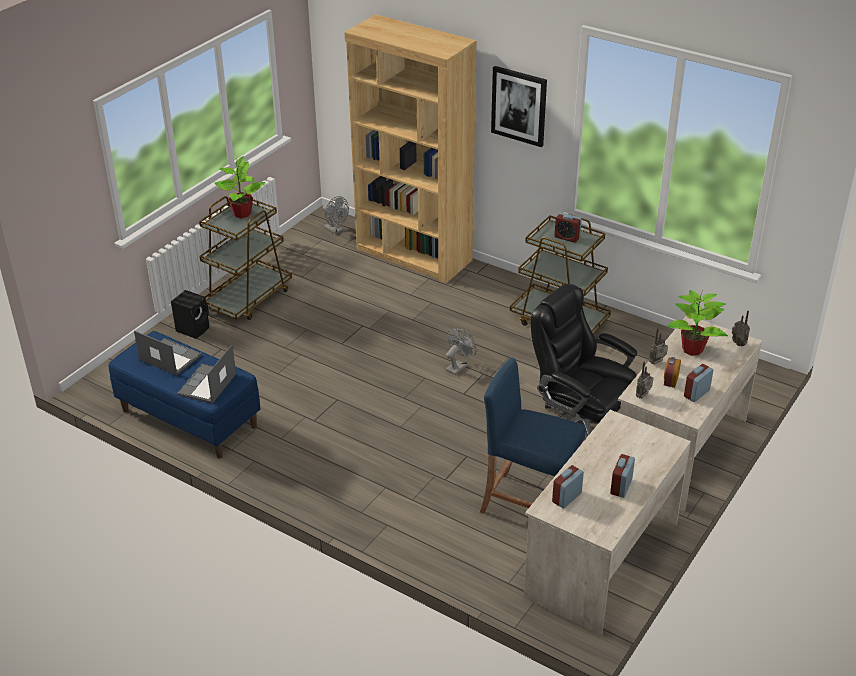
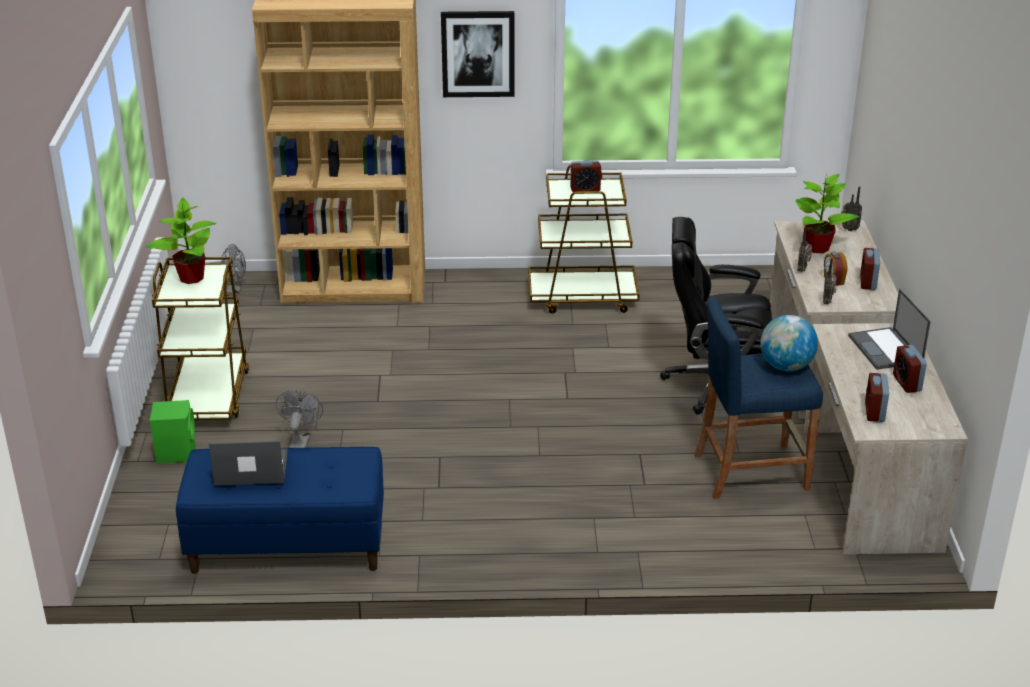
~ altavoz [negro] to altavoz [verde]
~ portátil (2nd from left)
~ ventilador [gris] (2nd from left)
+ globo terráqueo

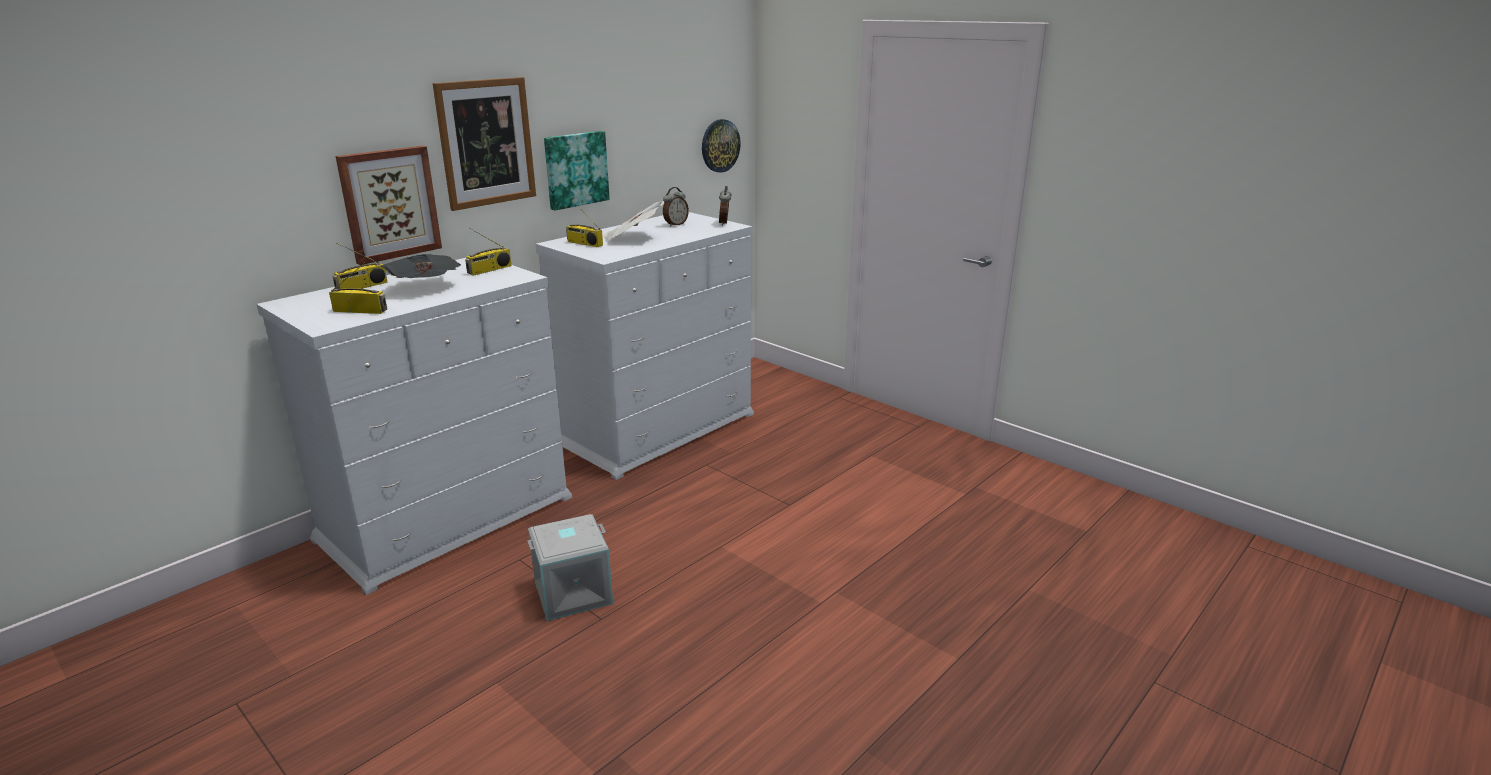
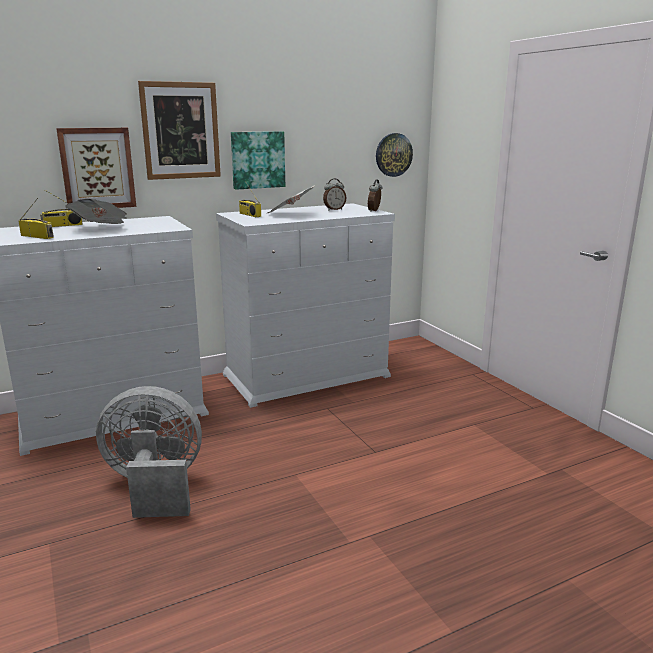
- radio (3rd from left)
~ caja de almacenaje [gris] to ventilador [gris]

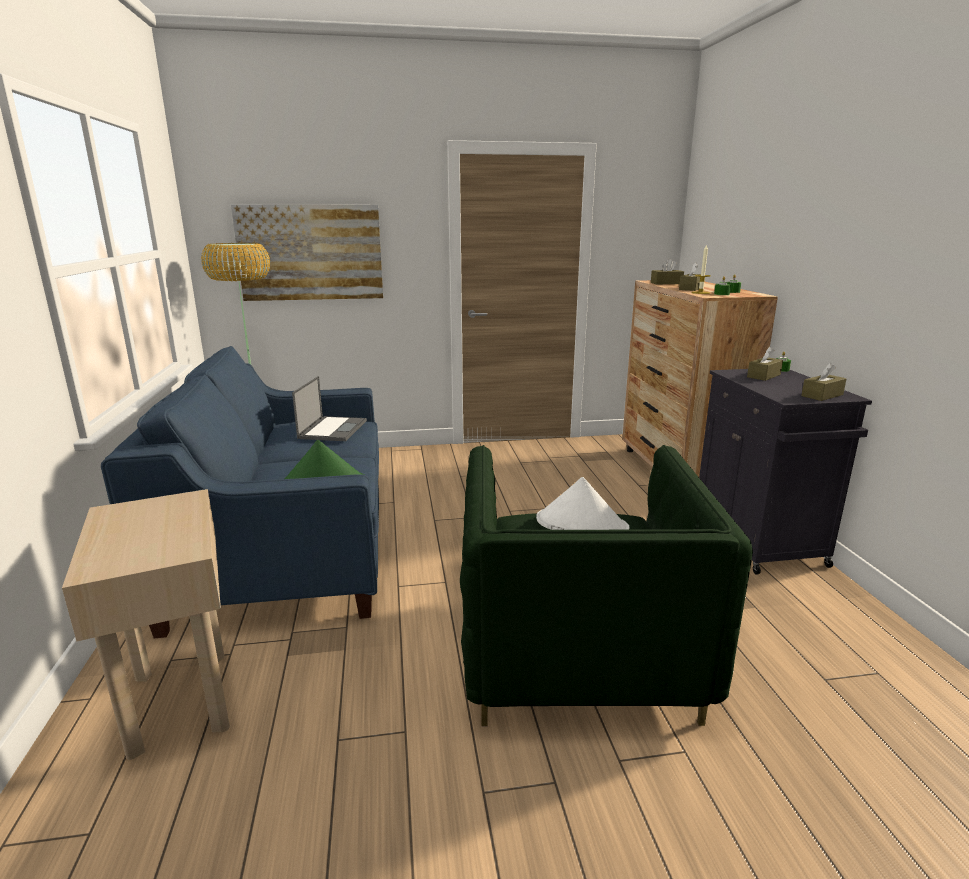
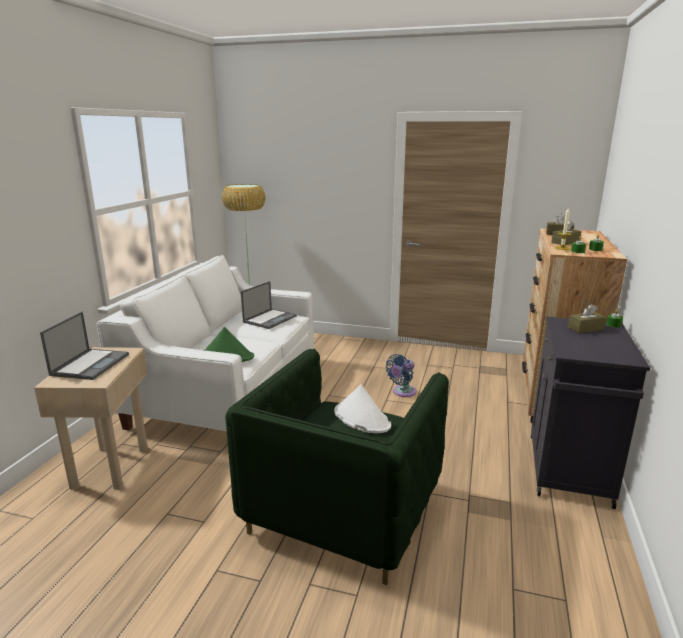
~ sofá [azul] to sofá [blanco]
- cuadro
- caja de pañuelos [marrón] (4th from left)
+ portátil (1st from left)
+ ventilador [azul]

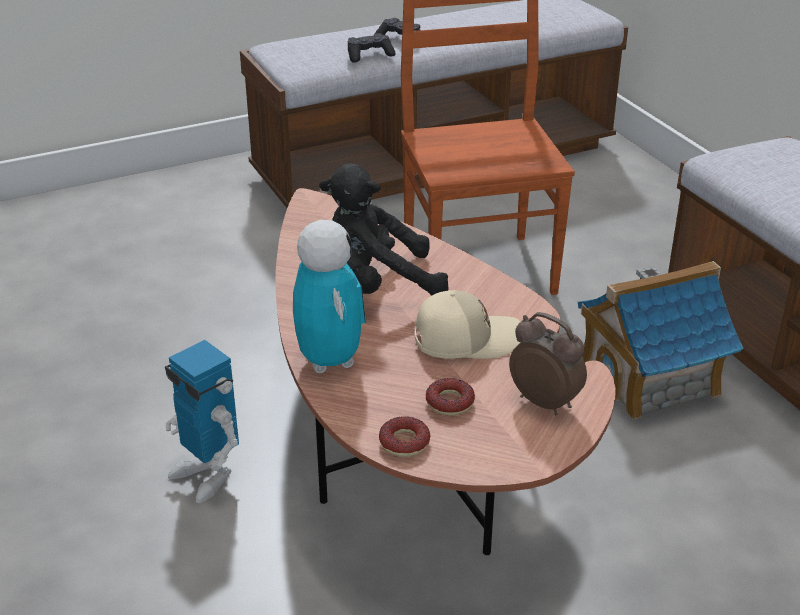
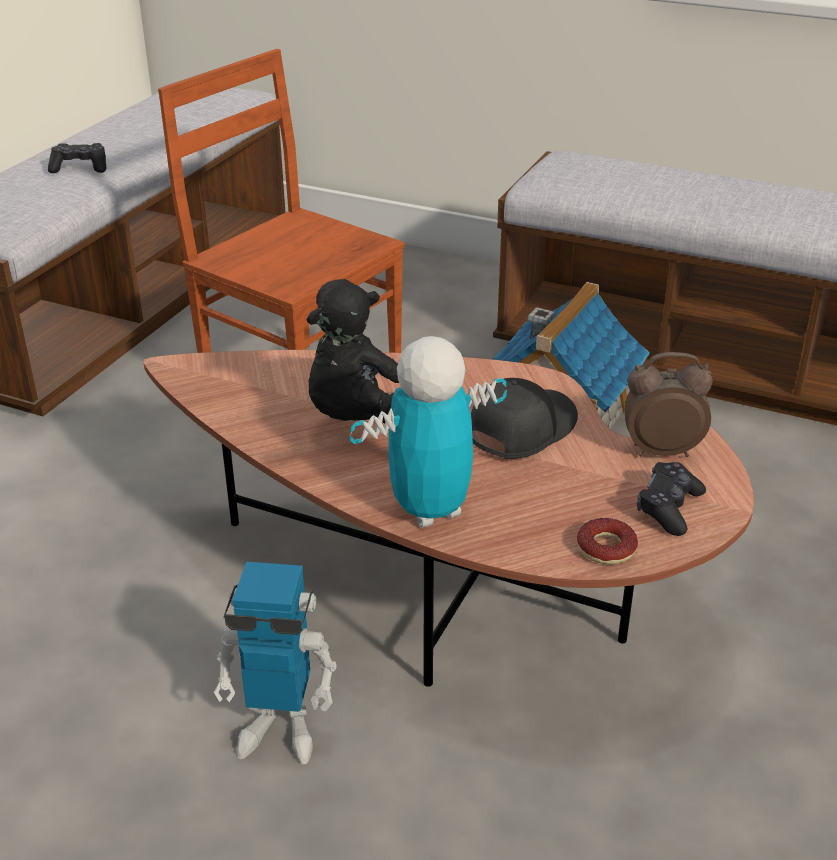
~ robot de juguete (2nd from left) 60 degrees counterclockwise
~ mando de consola [negro] (1st from left in the first image) to mando de consola [negro] (2nd from left)
~ gorra [beis] to gorra [negro]
- rosquilla (2nd from left)

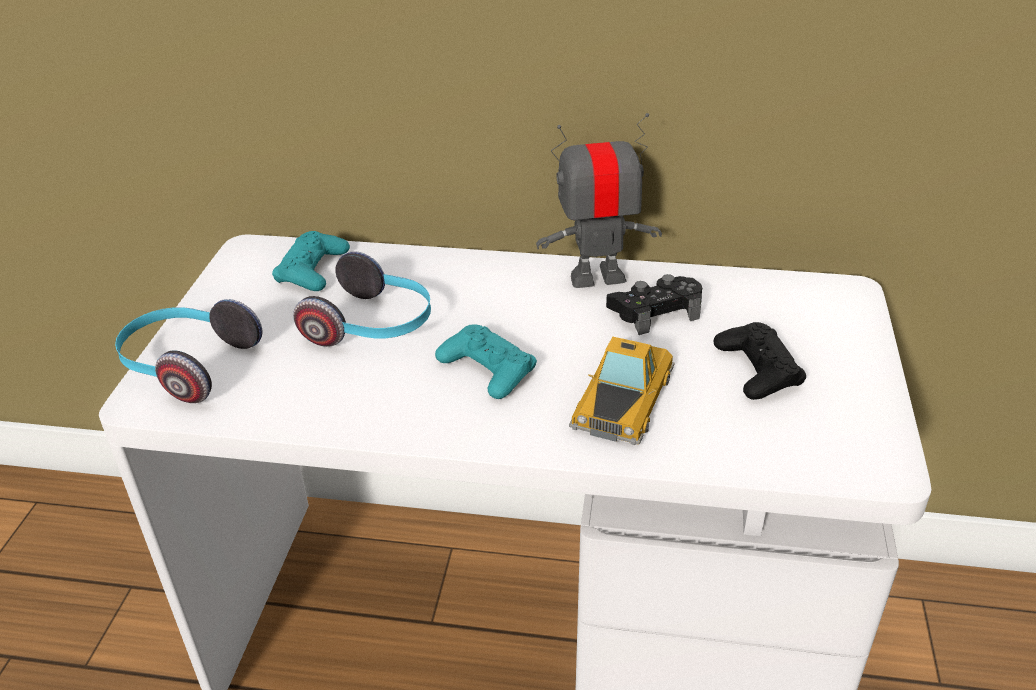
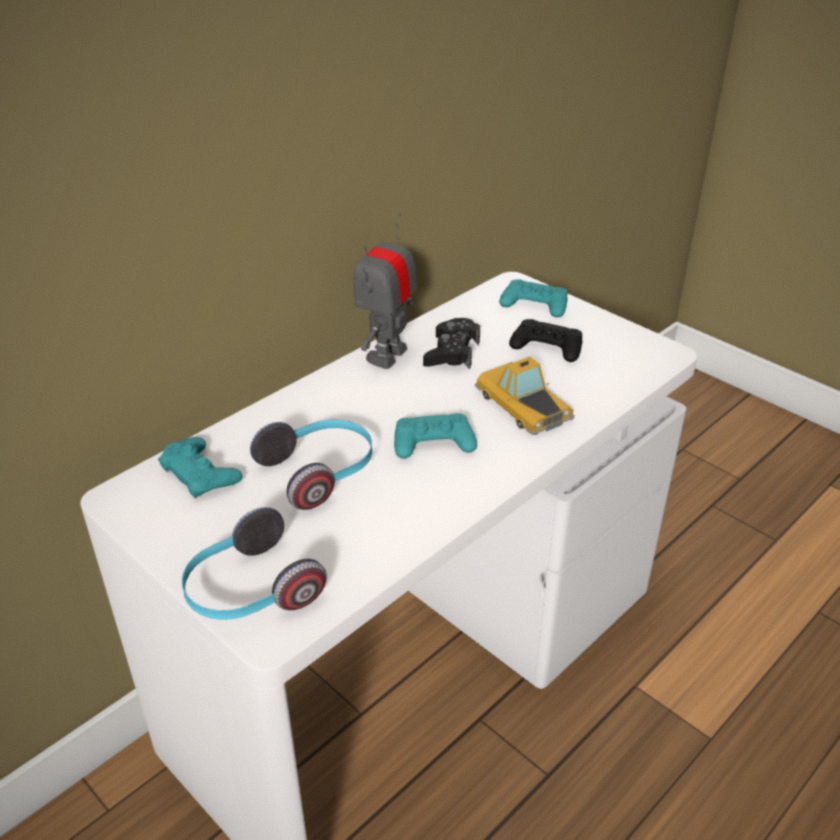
+ mando de consola [turquesa] (3rd from left)

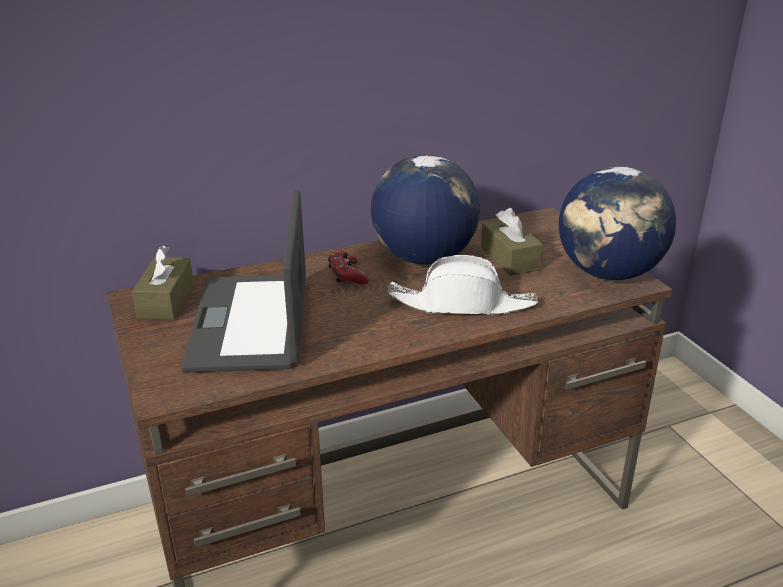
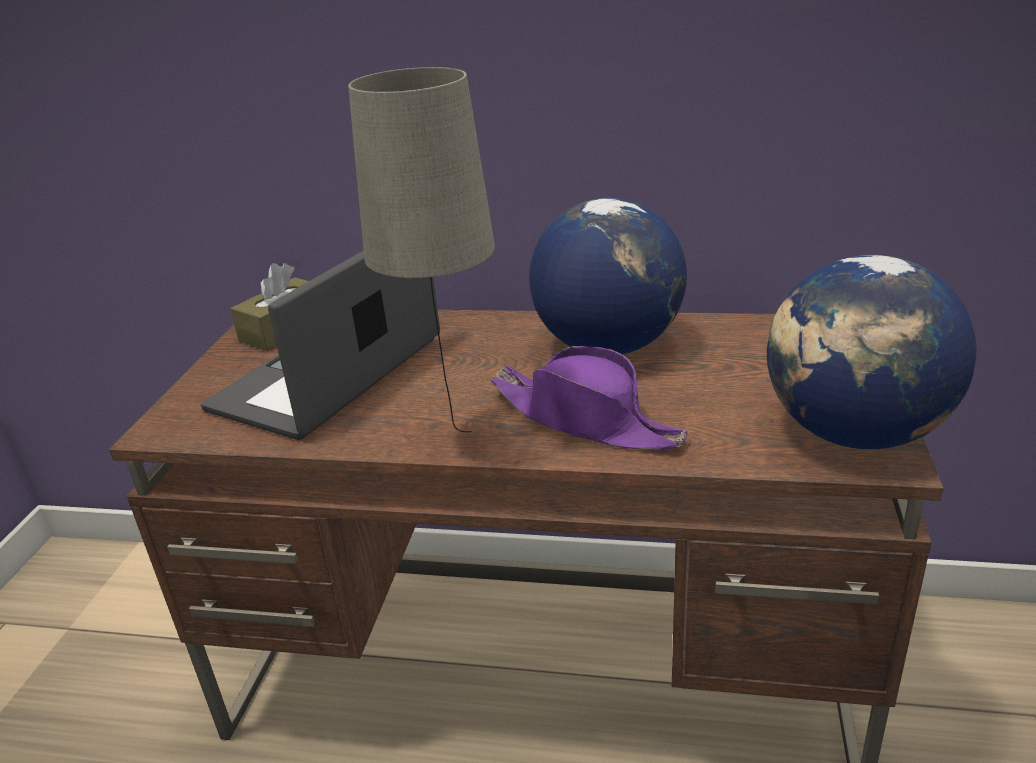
- mando de consola [rojo]
~ sombrero [blanco] to sombrero [morado]
- caja de pañuelos [marrón] (2nd from left)
+ lámpara de mesa [beis]

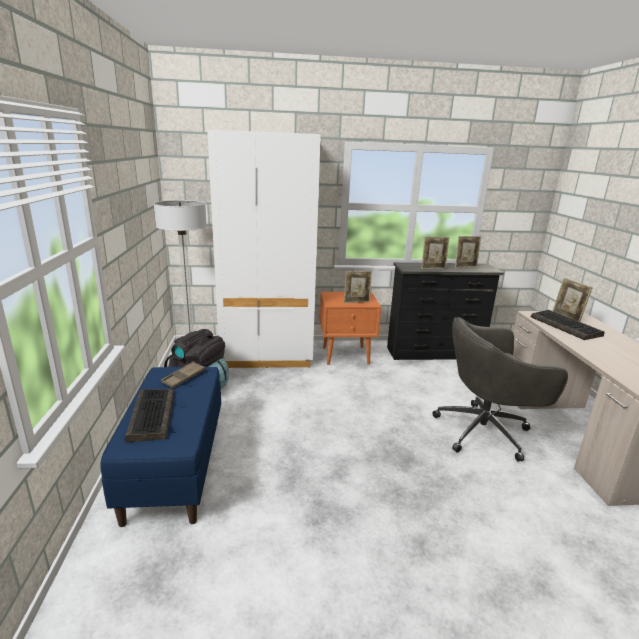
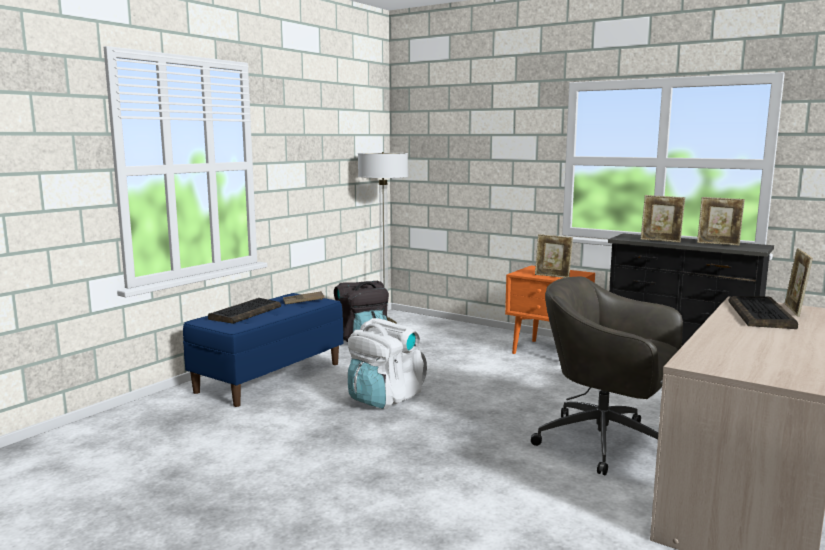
- armario ropero [blanco]
+ mochila [blanco]

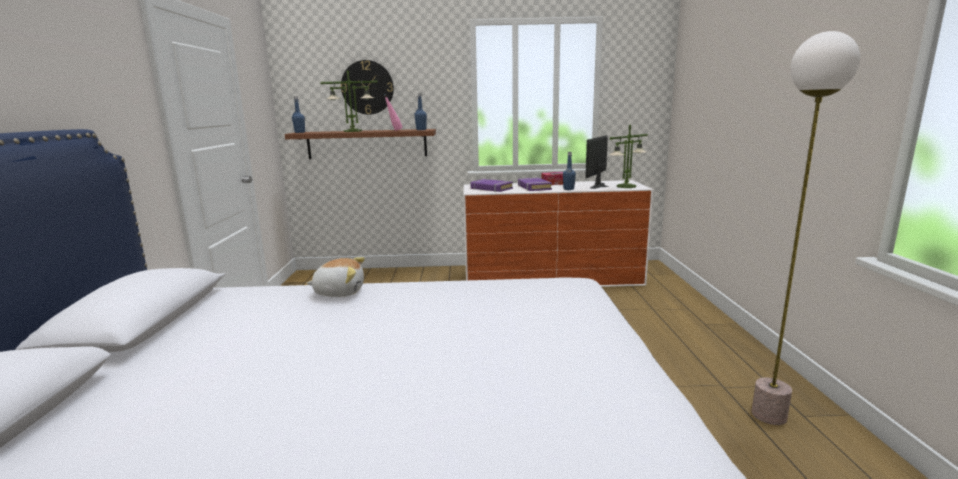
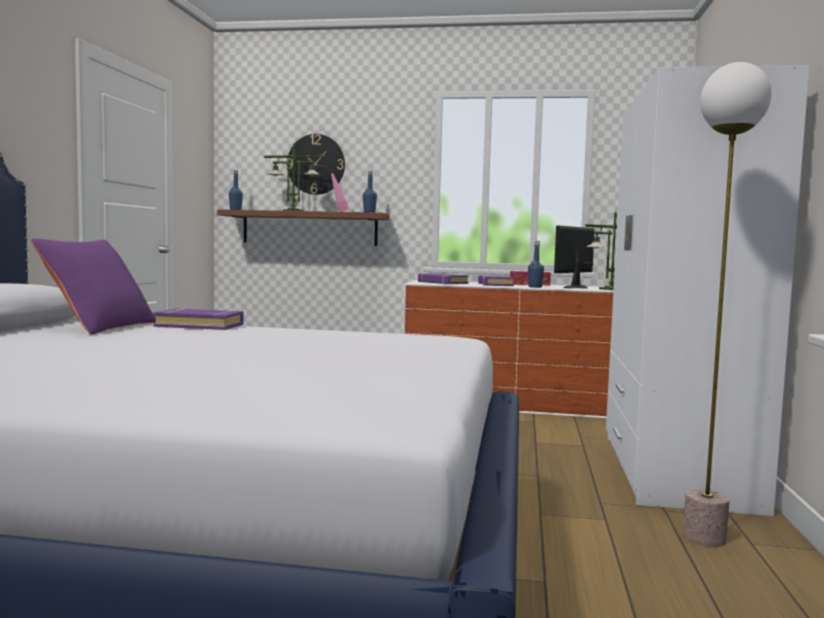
~ peluche to libro [morado] (1st from left)
+ cojín [morado]
+ armario ropero [blanco]

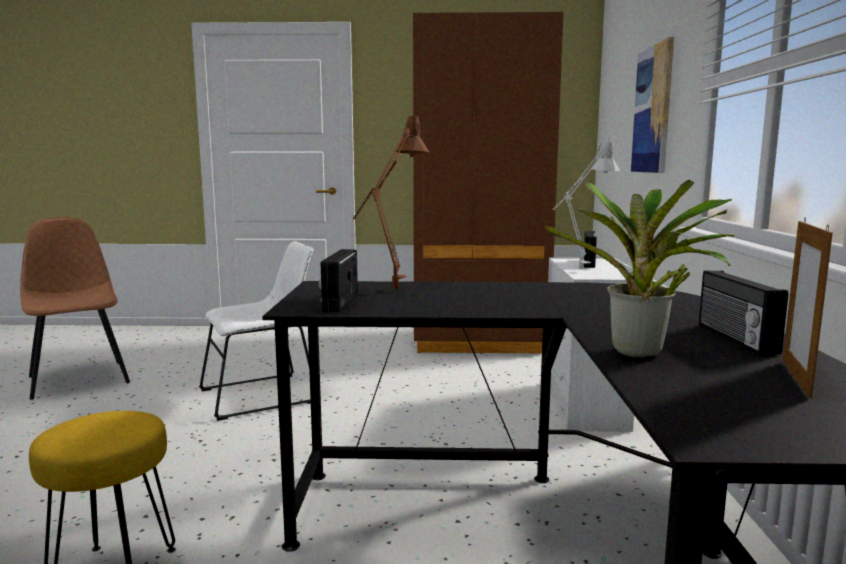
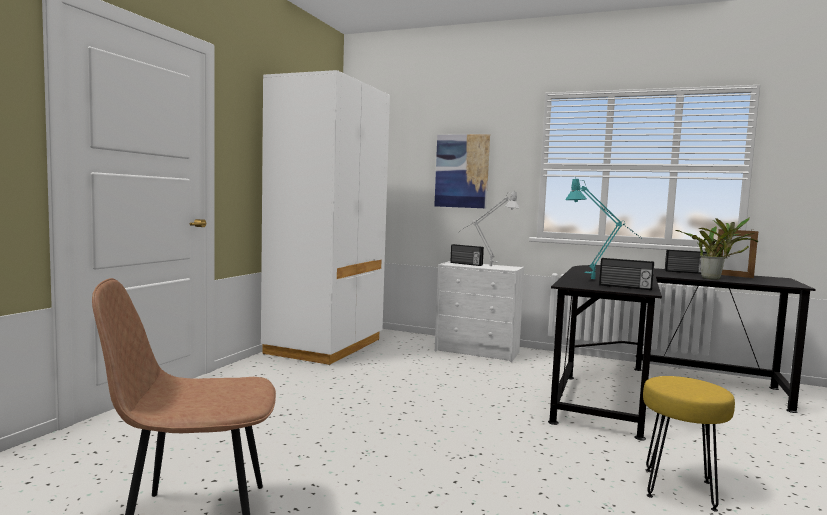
- silla [blanco]
~ lámpara de mesa [marrón] to lámpara de mesa [turquesa]
~ armario ropero [marrón] to armario ropero [blanco]

